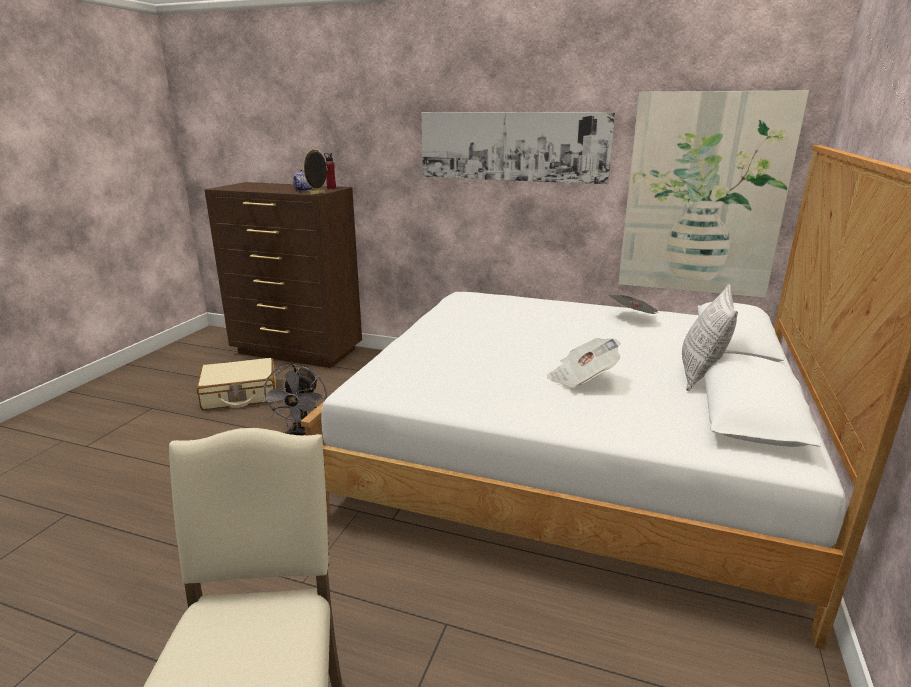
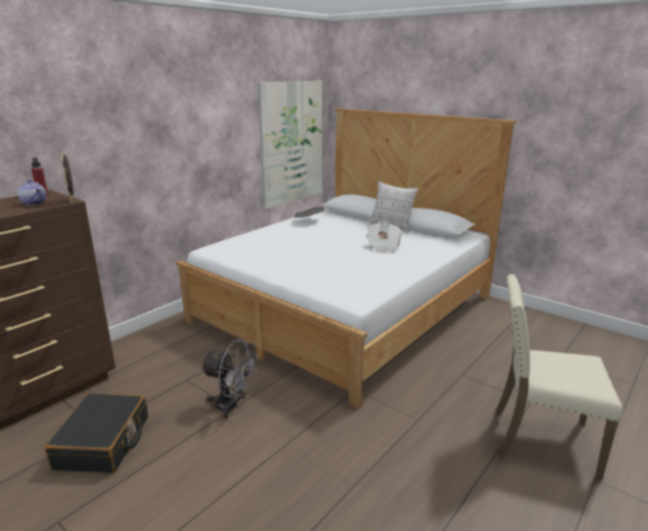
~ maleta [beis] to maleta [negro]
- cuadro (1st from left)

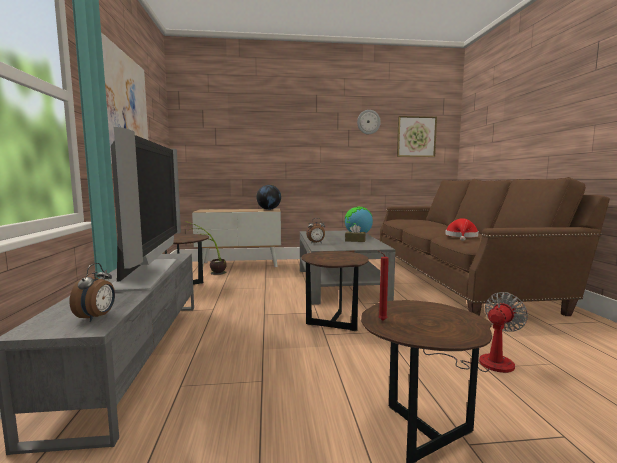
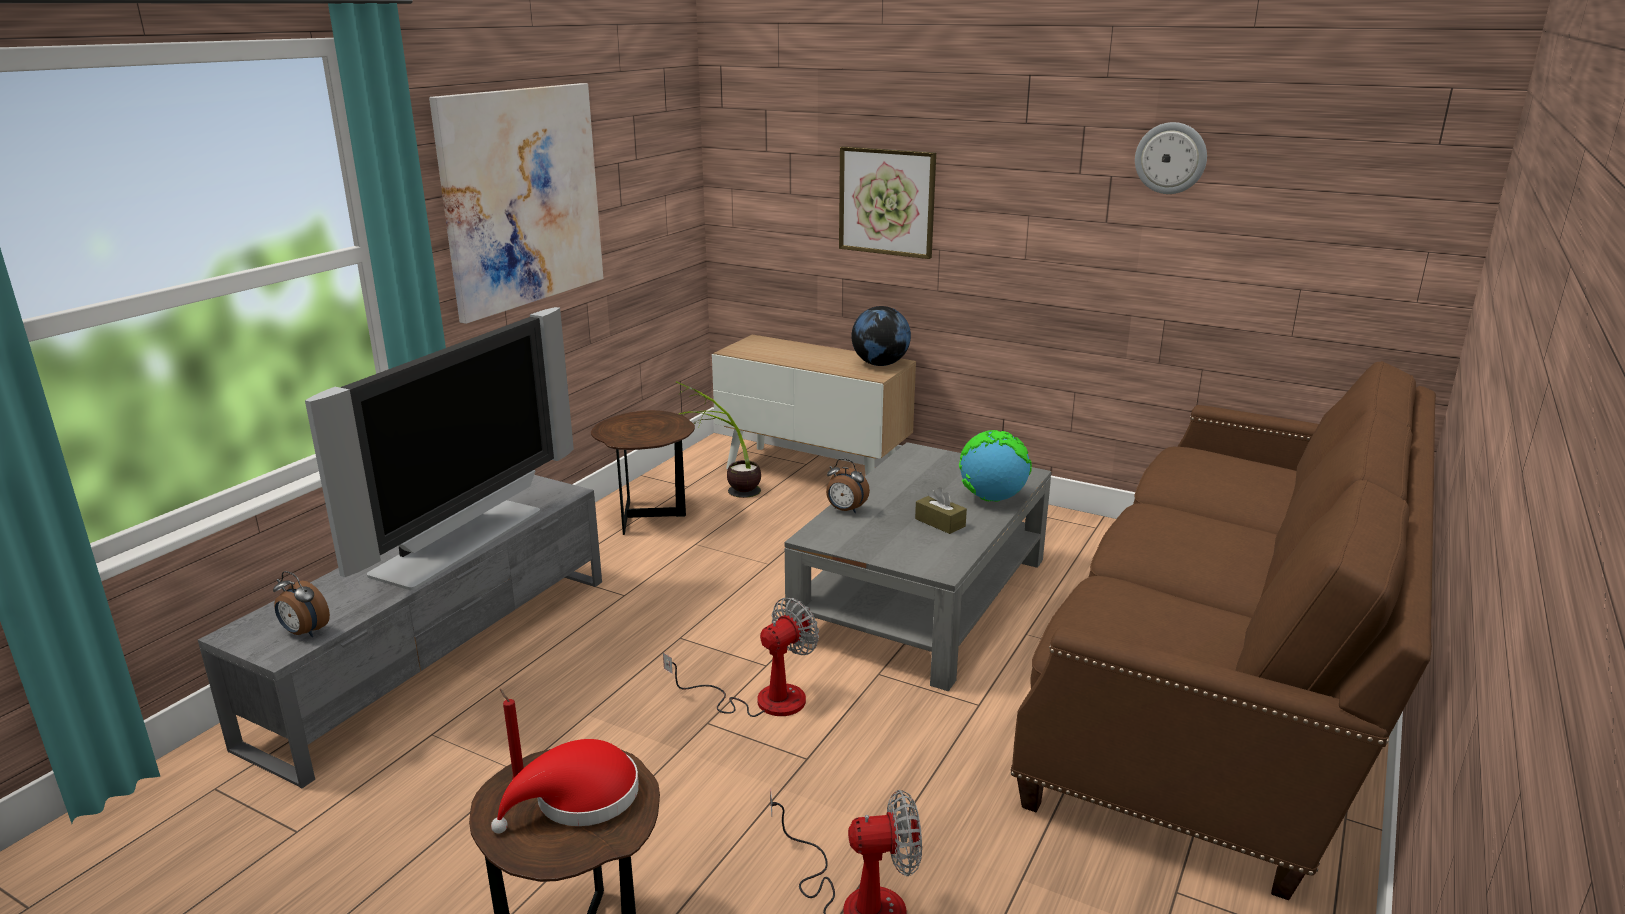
~ despertador (1st from left) 75 degrees clockwise
~ mesa auxiliar [marrón] (2nd from left) to ventilador (1st from left)
~ cuadro (2nd from left)
~ sombrero [rojo]

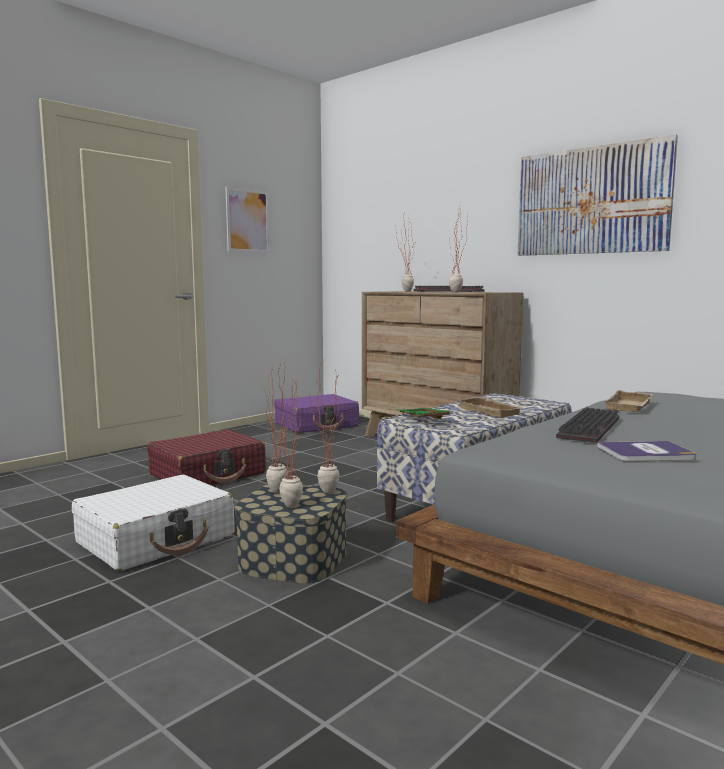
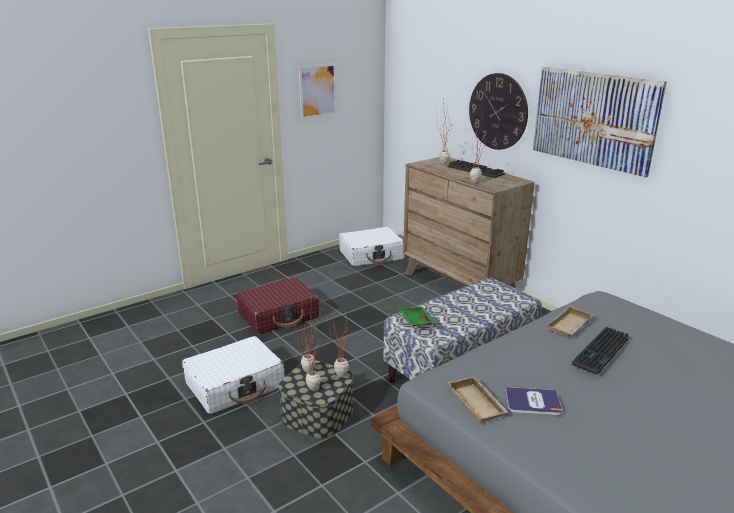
~ maleta [morado] to maleta [blanco] (2nd from left)
~ bandeja [beis] (1st from left)
~ teclado (2nd from left)
+ reloj de pared

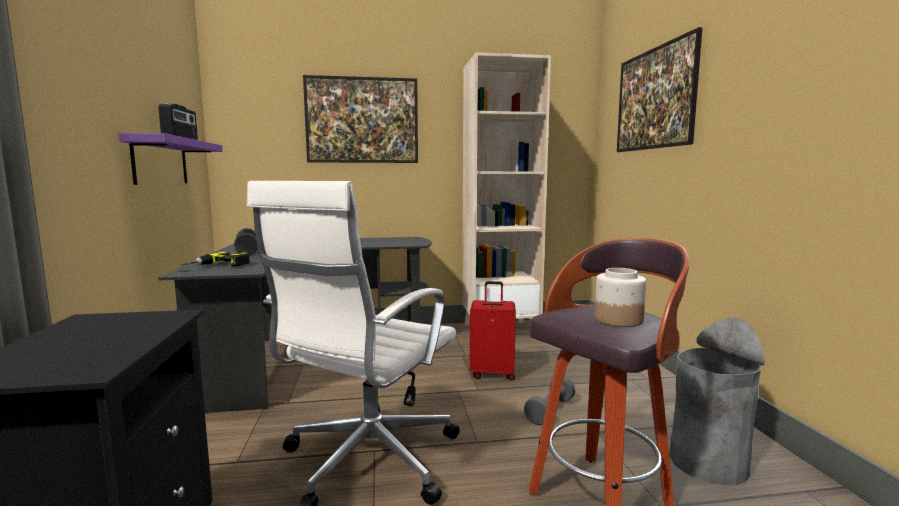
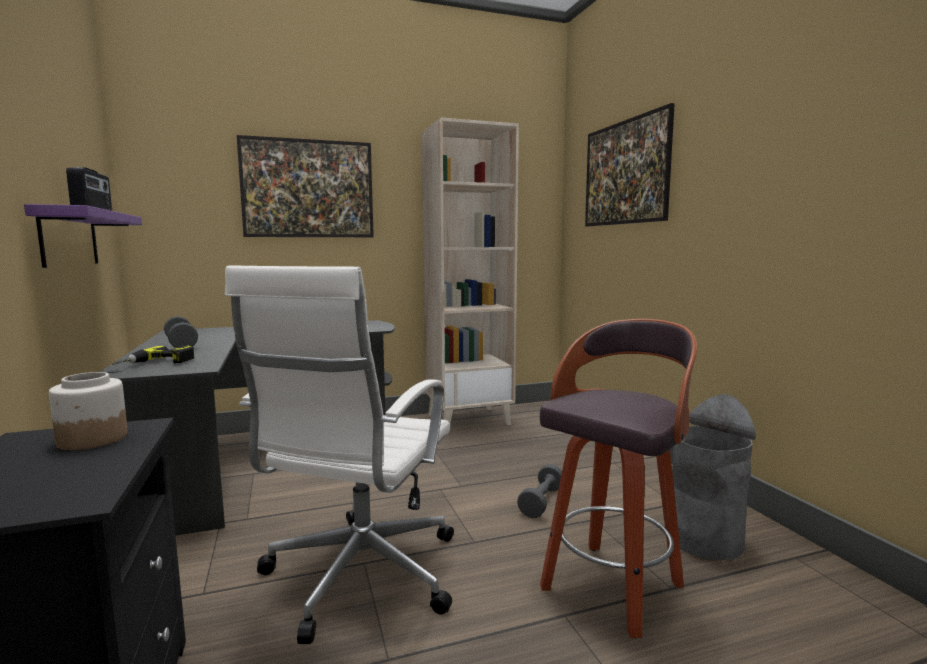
- maleta [rojo]
~ tarro

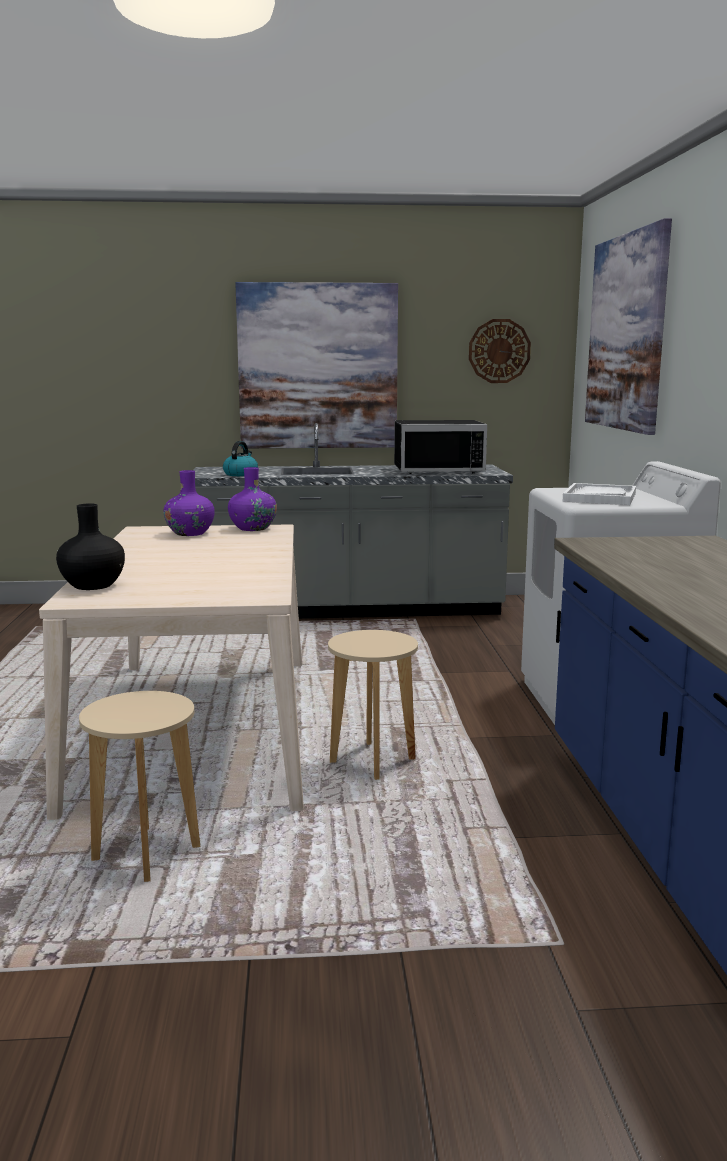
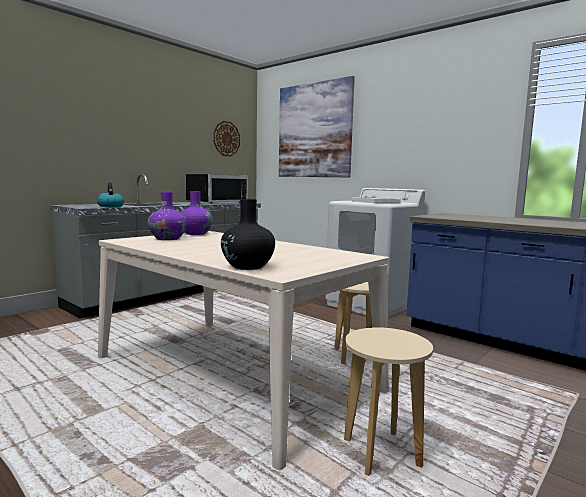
- cuadro (1st from left)

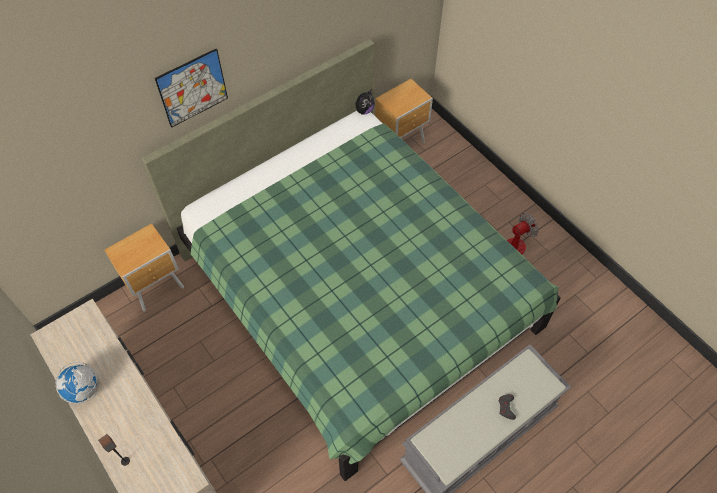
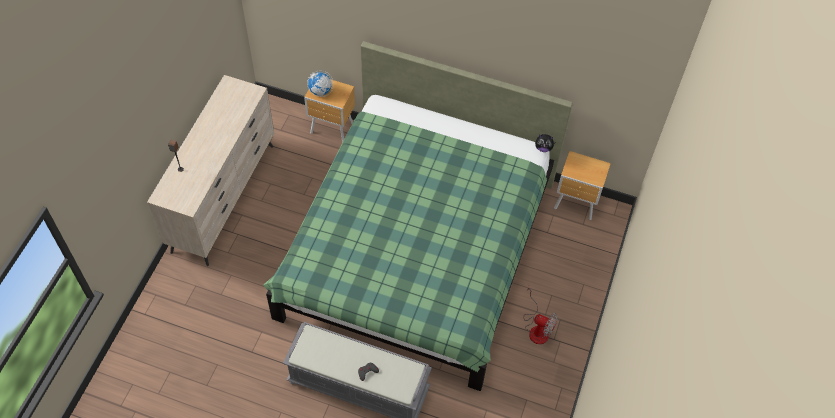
~ globo terráqueo
- cuadro

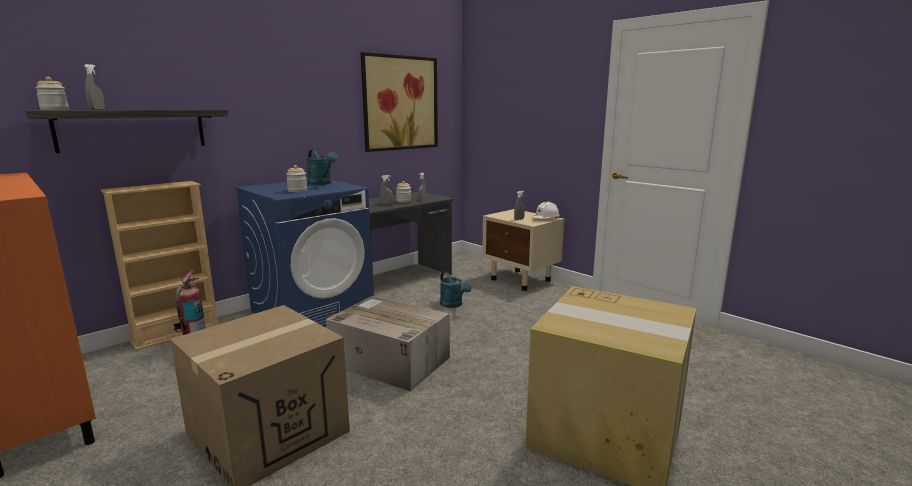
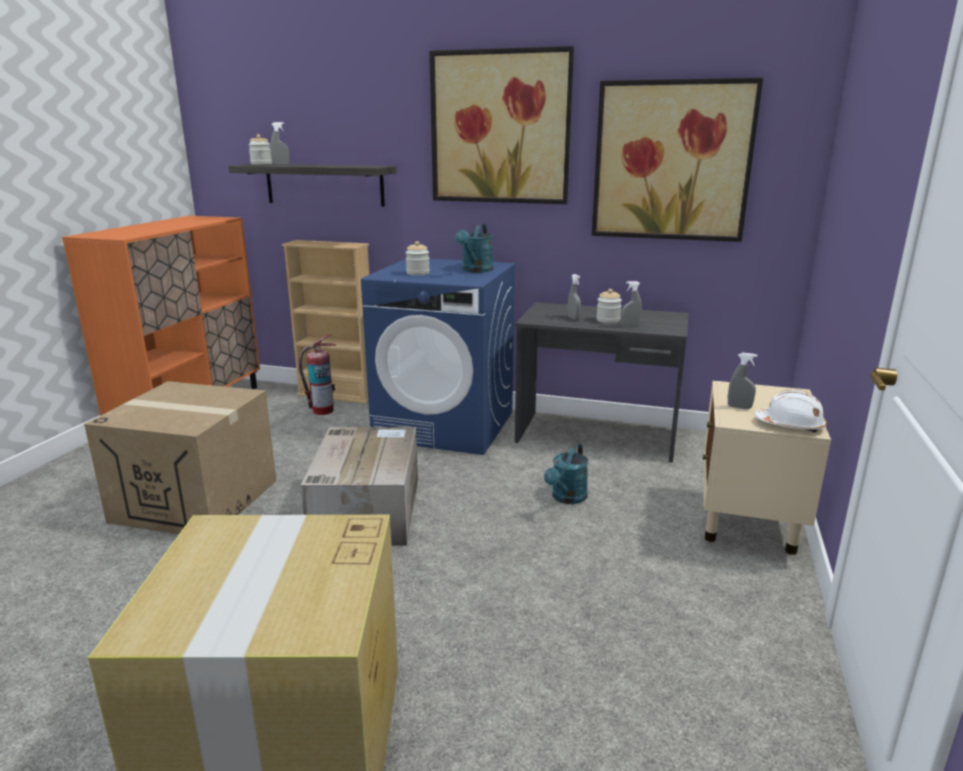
+ cuadro (1st from left)

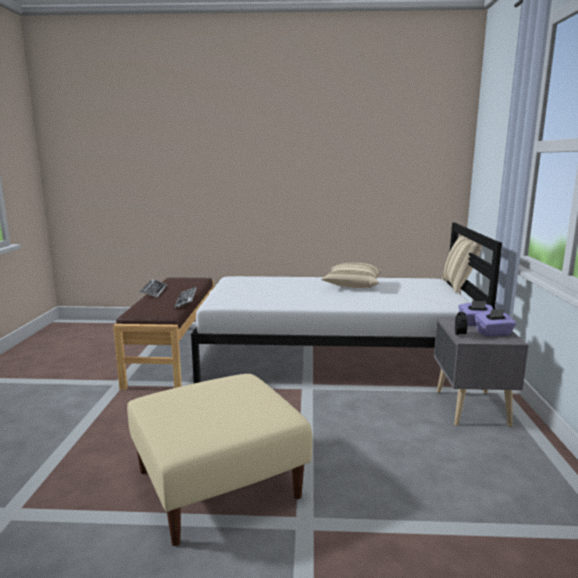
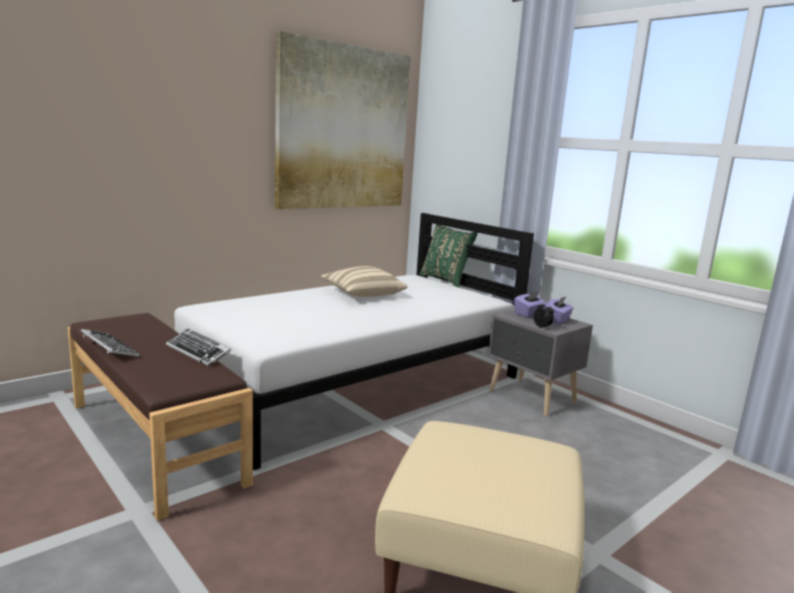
~ cojín [beis] (2nd from left) to cojín [verde]
+ cuadro

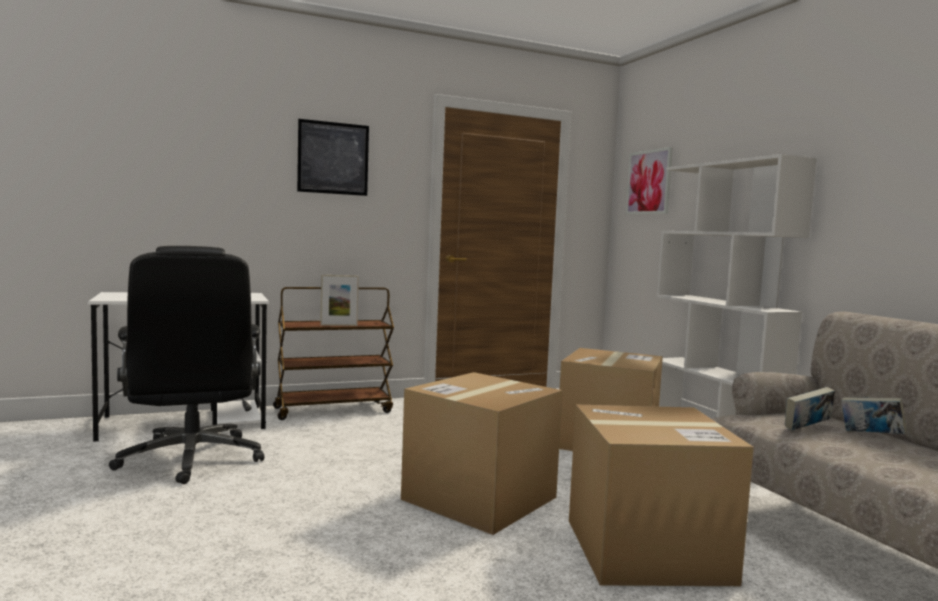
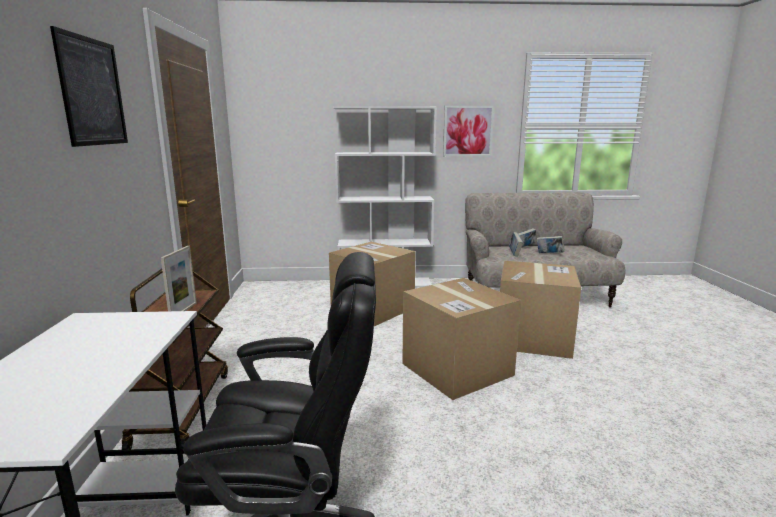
~ cuadro (2nd from left)
+ libro (3rd from left)

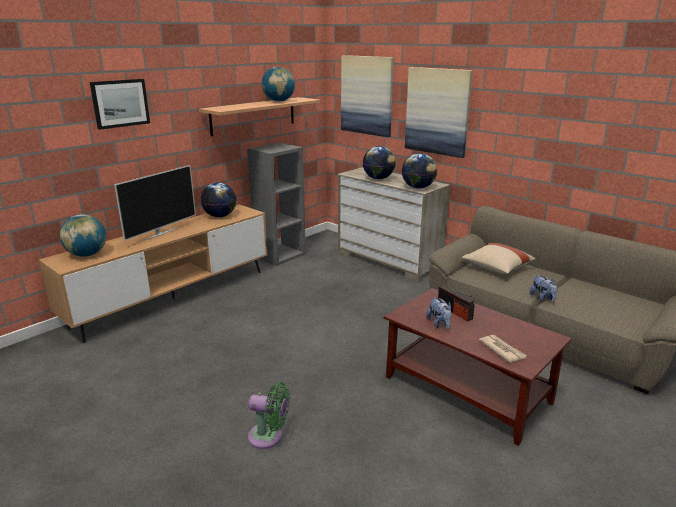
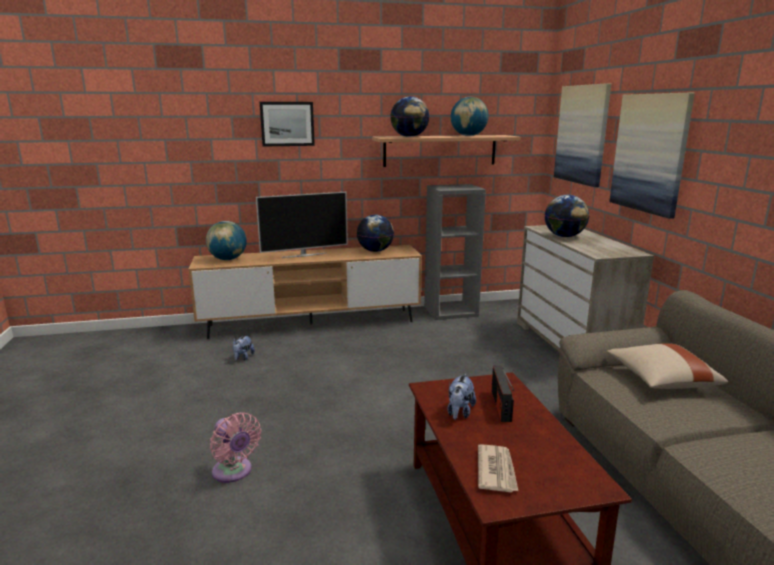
~ ventilador [verde] to ventilador [rosa]
~ globo terráqueo (5th from left in the first image) to globo terráqueo (3rd from left)
~ peluche (2nd from left in the first image) to peluche (1st from left)

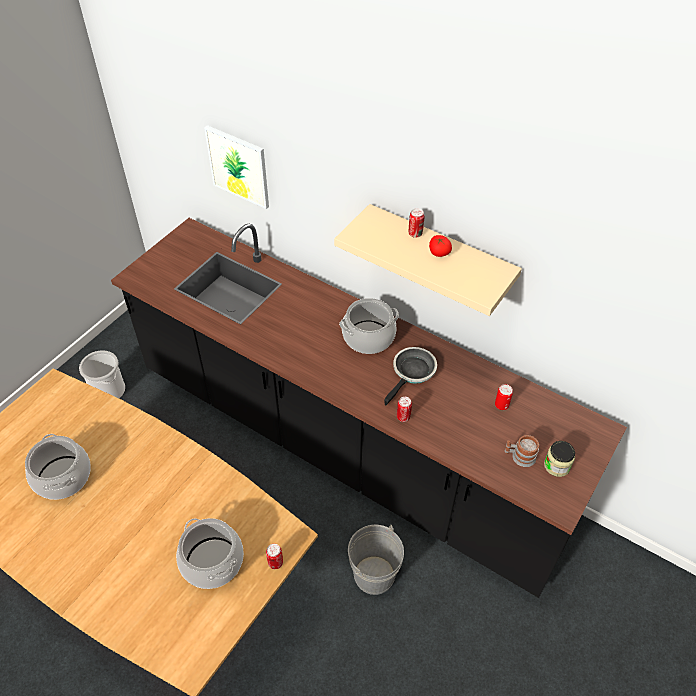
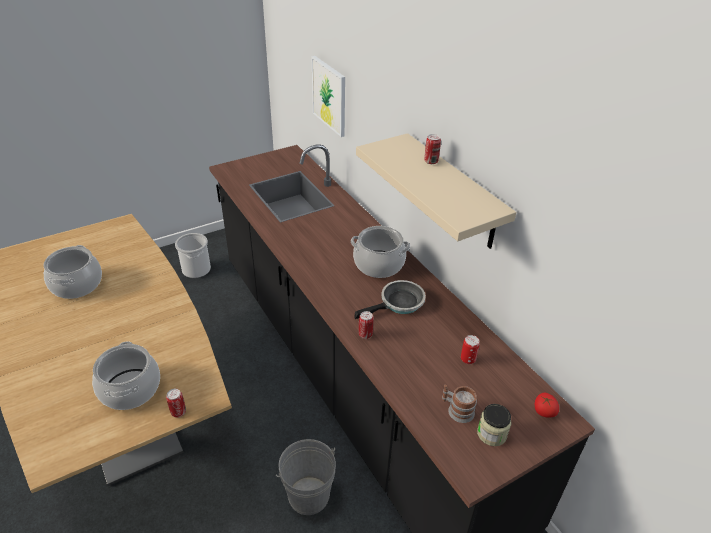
~ tomate

